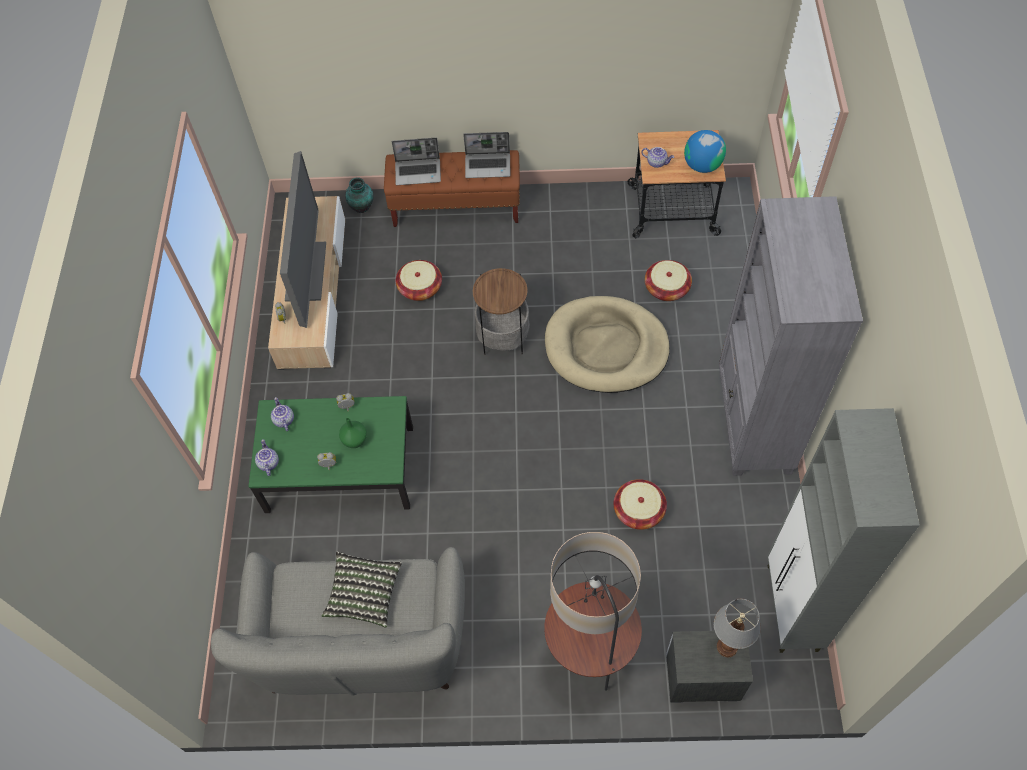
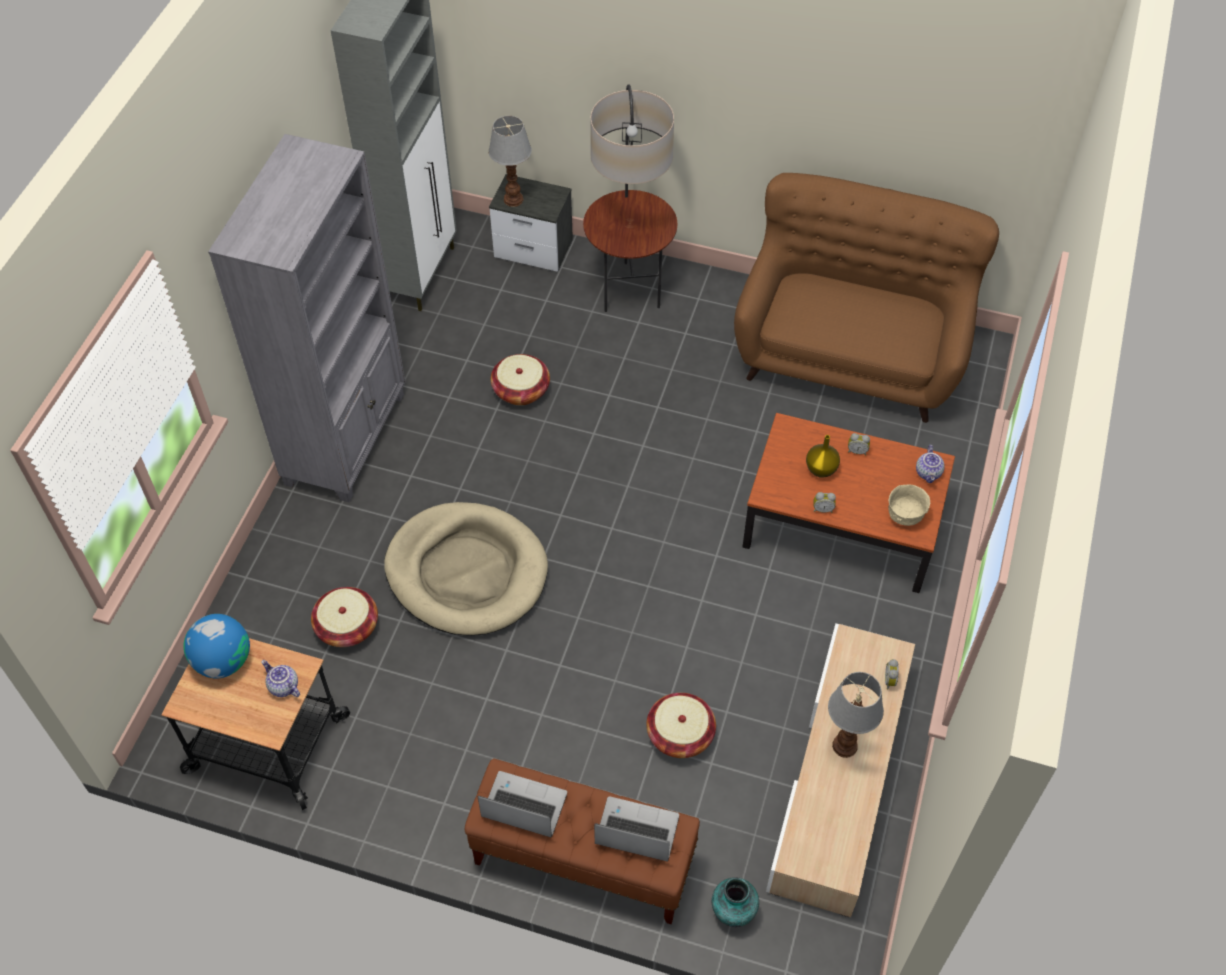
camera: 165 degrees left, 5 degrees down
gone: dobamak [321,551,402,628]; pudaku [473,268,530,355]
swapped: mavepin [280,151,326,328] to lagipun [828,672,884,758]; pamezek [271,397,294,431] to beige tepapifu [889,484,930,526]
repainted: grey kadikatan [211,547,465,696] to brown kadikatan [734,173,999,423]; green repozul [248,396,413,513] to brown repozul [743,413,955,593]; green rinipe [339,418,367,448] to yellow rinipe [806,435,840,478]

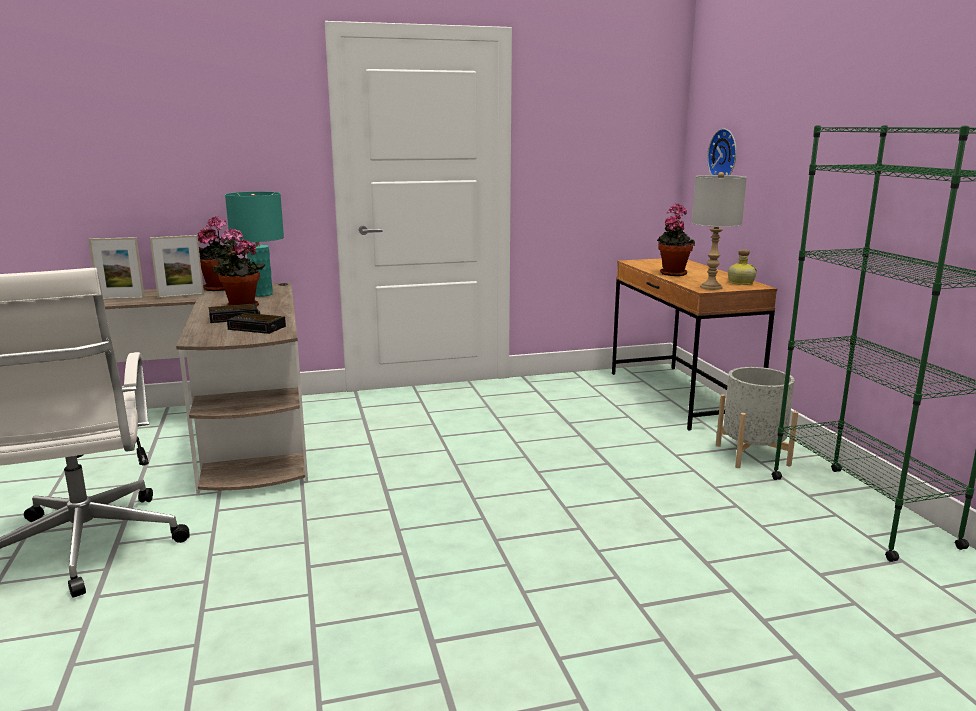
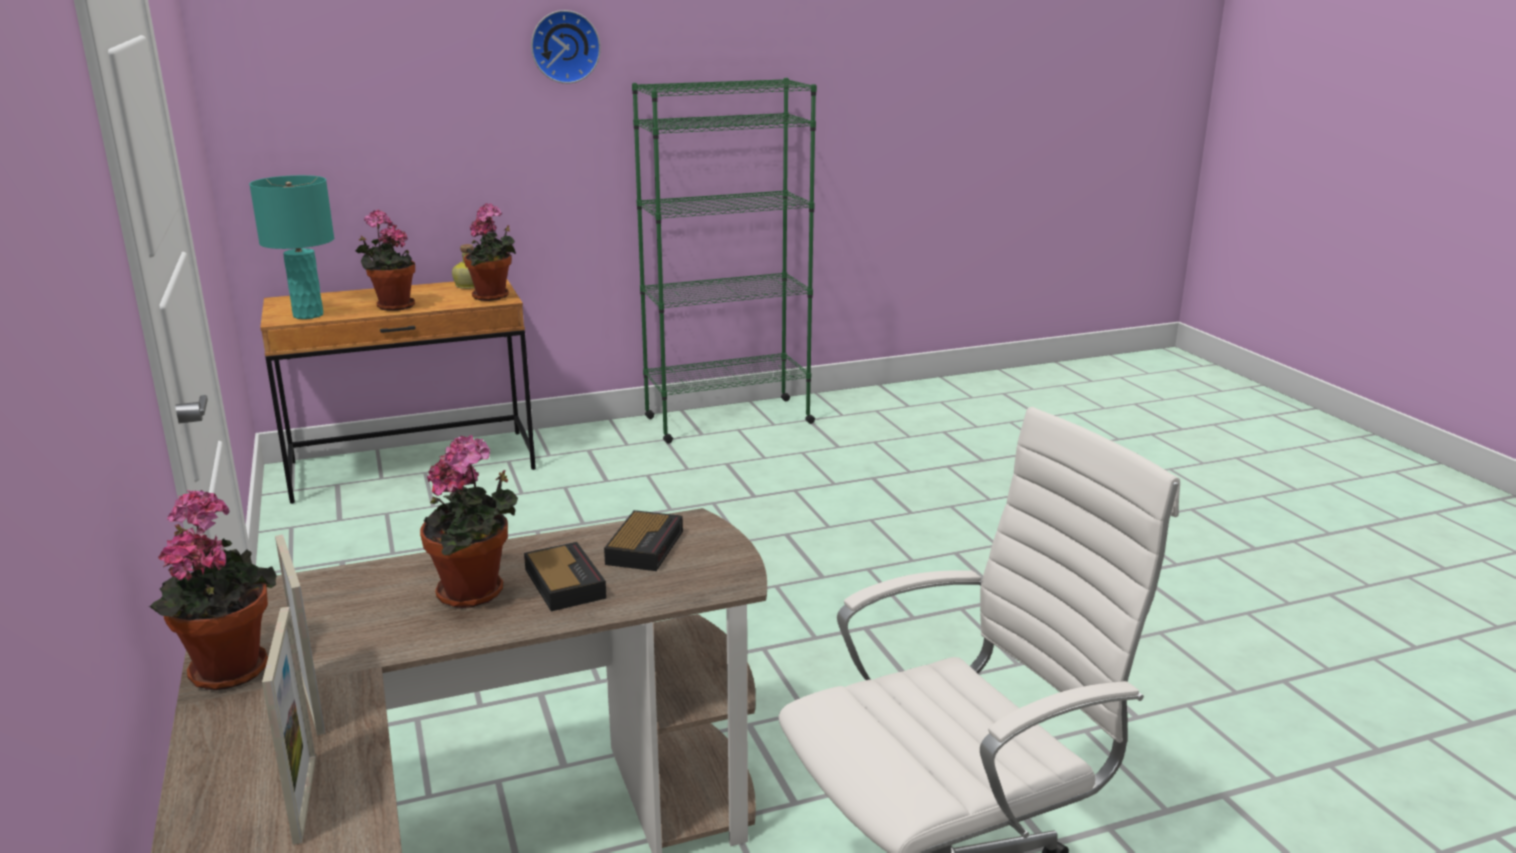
camera: 95 degrees left, 5 degrees up
gone: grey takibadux [716,367,798,468]
shifted: turquoise lagipun [225,191,284,297] to [249,175,334,319]; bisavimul [707,128,736,175] to [531,10,601,84]
swapped: grey lagipun [692,172,747,290] to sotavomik [464,203,516,301]

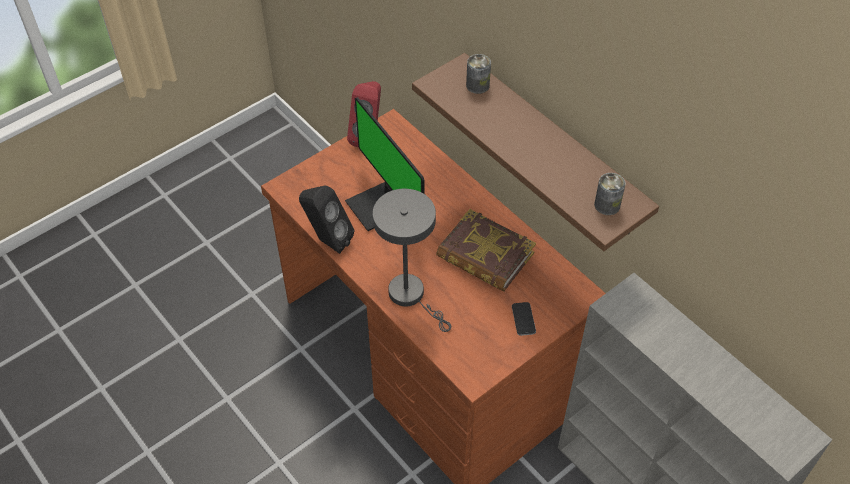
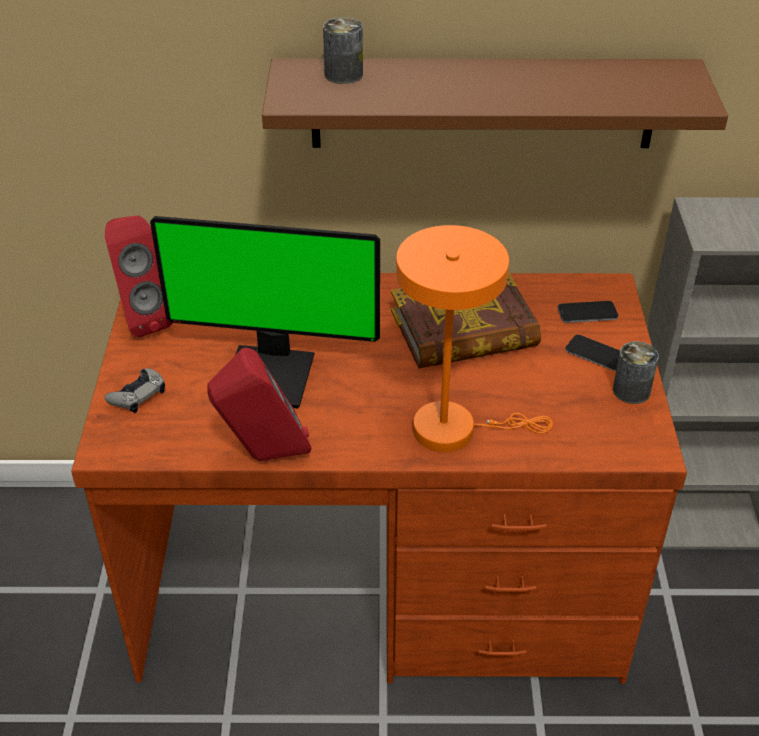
camera: 50 degrees left, 10 degrees down
new: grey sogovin [105,368,165,413]; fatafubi [558,301,618,323]
shifted: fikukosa [594,173,626,215] to [613,341,659,404]
repainted: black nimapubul [299,185,354,254] to red nimapubul [207,347,312,461]; grey lagipun [372,189,451,332] to orange lagipun [396,225,553,452]

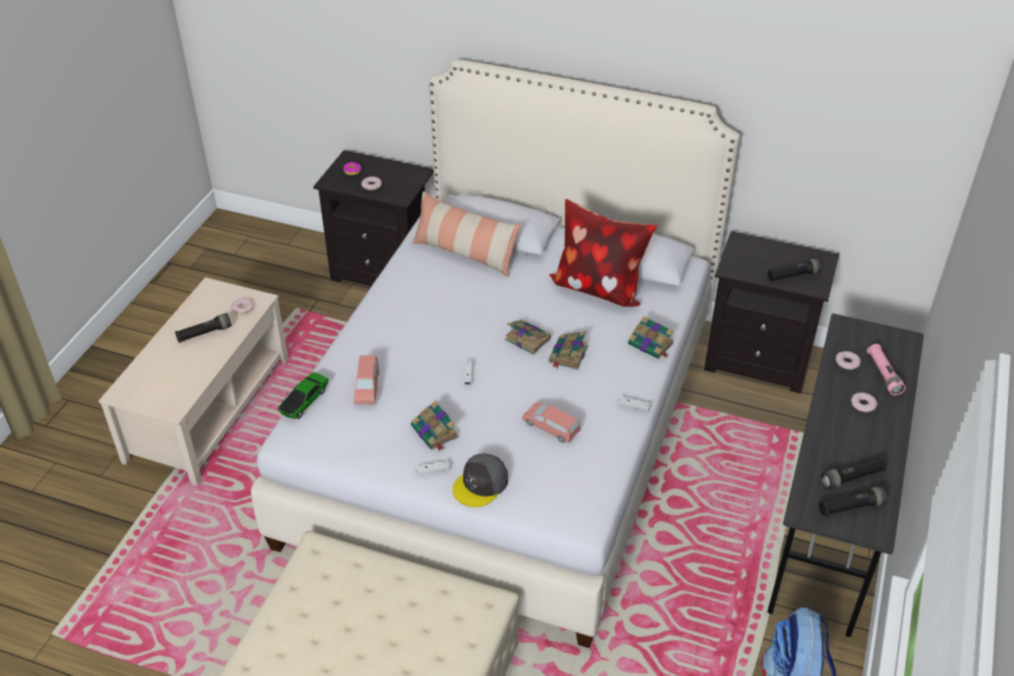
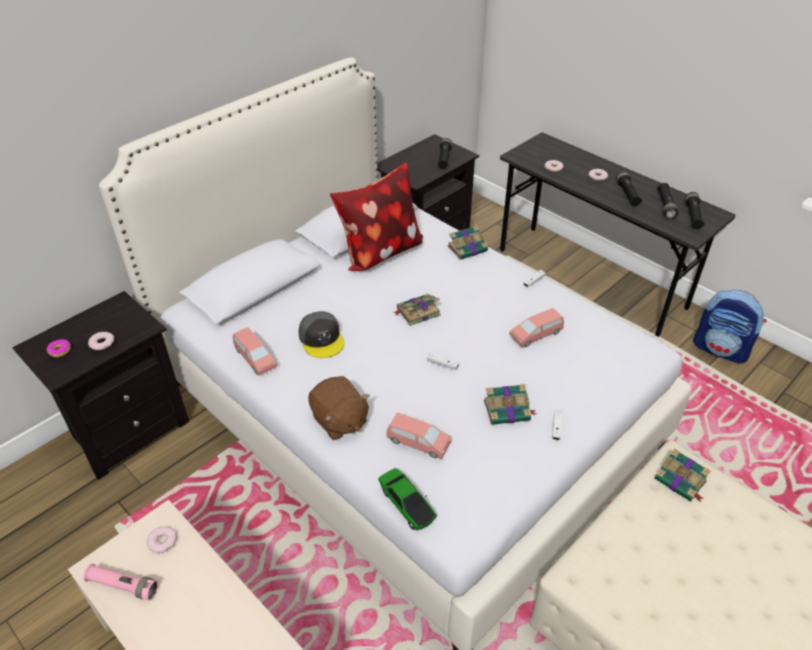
camera: 65 degrees left, 0 degrees up
gone: dobamak [411,191,521,277]
new: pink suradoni [233,327,277,376]; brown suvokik [308,376,370,440]
shifted: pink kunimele [867,344,906,395] to [83,563,159,600]; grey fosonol [452,453,508,507] to [298,311,345,358]; black kunimele [175,313,232,343] to [616,171,642,206]; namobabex [549,331,588,370] to [655,449,711,502]

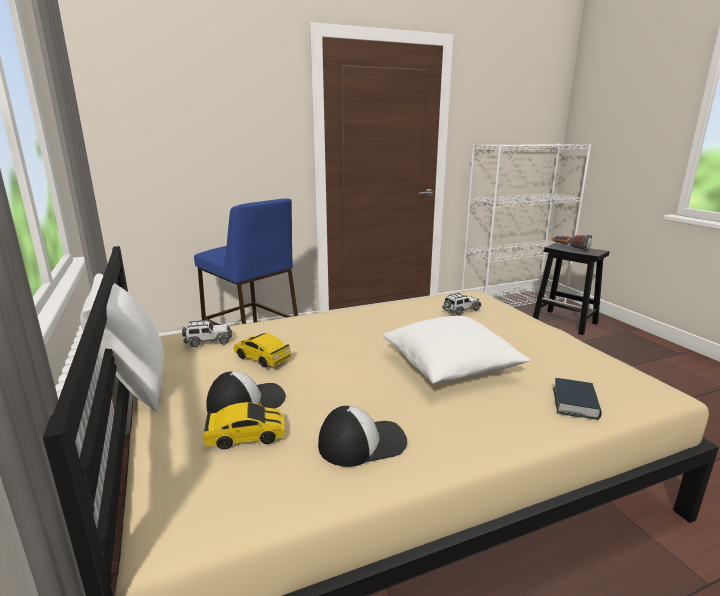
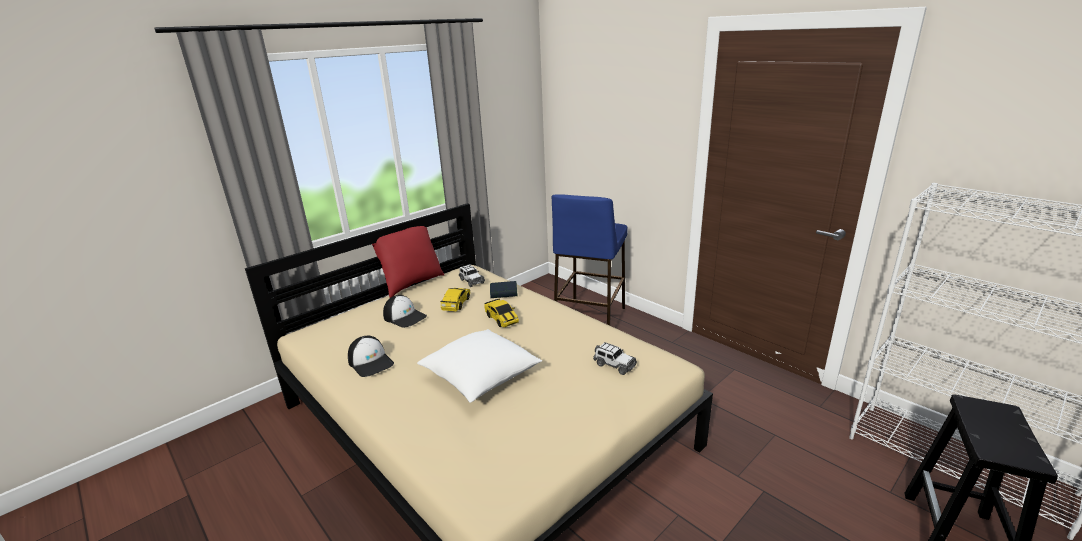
camera: 70 degrees right, 5 degrees up
gone: kunimele [552,235,592,252]
shifted: suradoni [203,402,285,450] to [484,299,519,328]; namobabex [553,378,602,420] to [490,281,518,298]
repainted: white dobamak [80,273,164,411] to red dobamak [372,226,444,298]

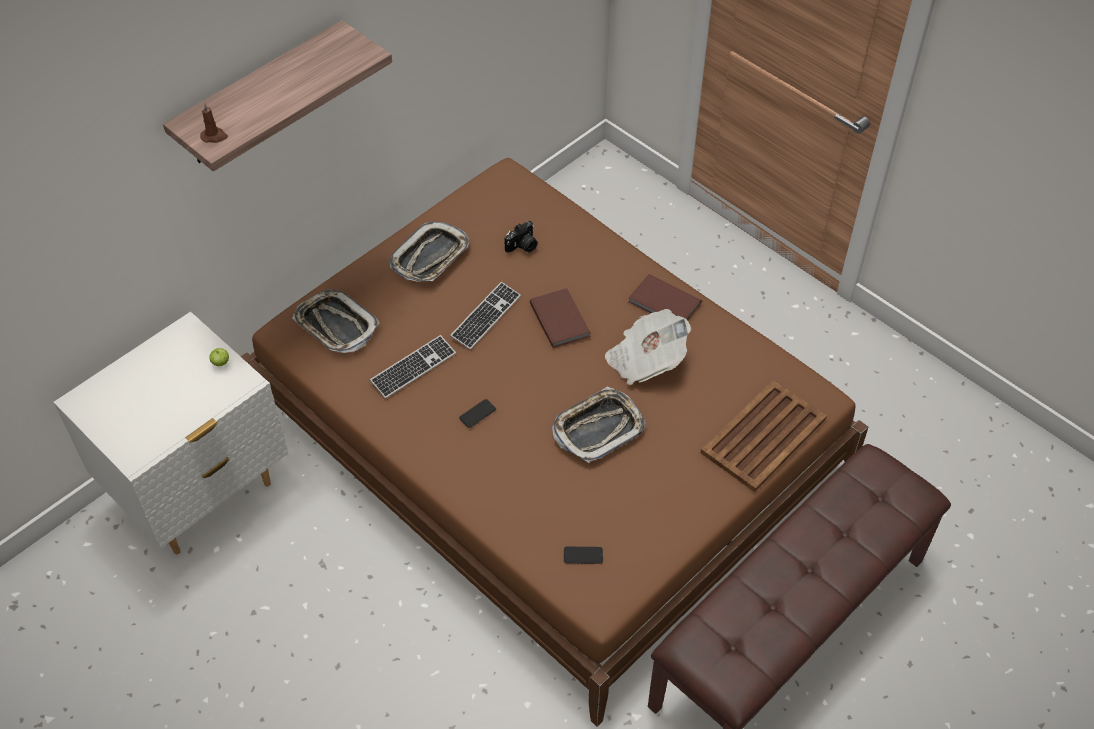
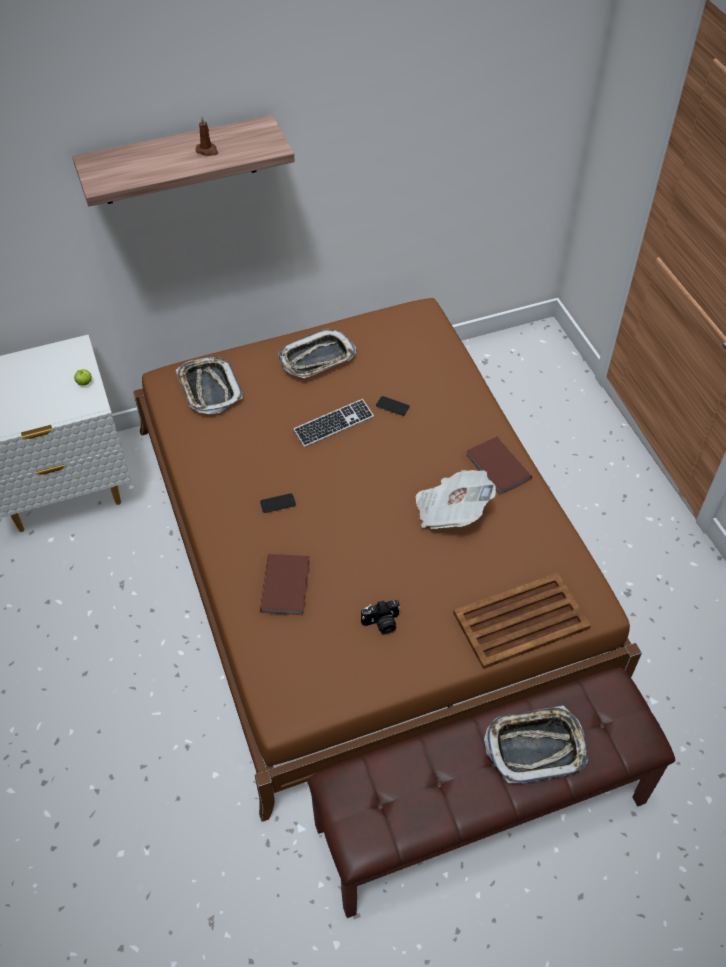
camera: 25 degrees right, 0 degrees up
gone: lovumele [370,335,456,399]
shifted: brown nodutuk [200,103,228,143] to [196,117,218,156]; brown namobabex [530,288,590,348] to [260,554,310,615]; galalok [504,221,538,253] to [361,600,400,635]; fatafubi [564,547,603,564] to [376,396,409,416]; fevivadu [552,387,646,463] to [484,706,588,783]

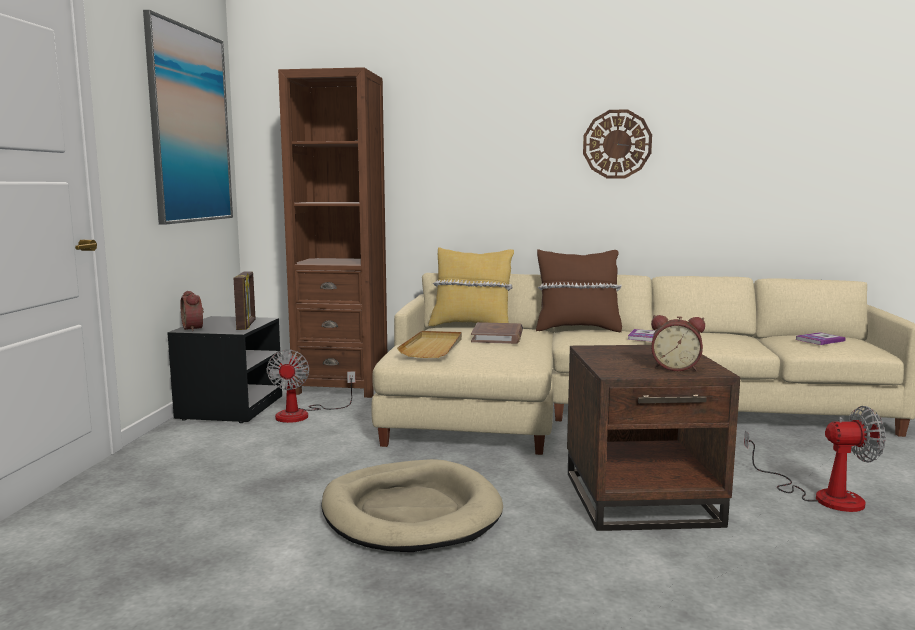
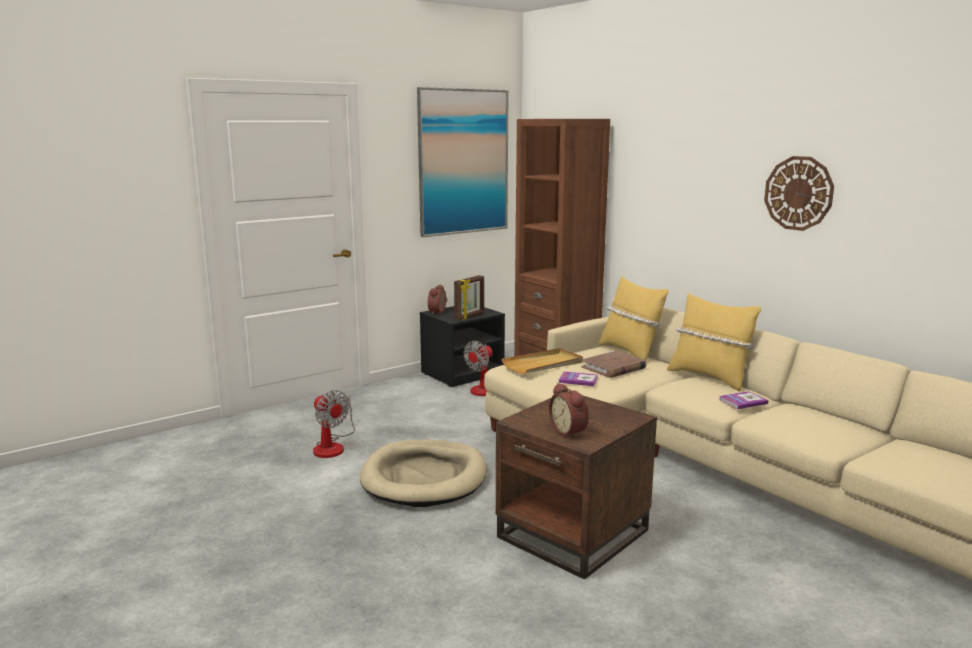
camera: 45 degrees right, 5 degrees up
shifted: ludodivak [744,406,886,512] to [313,390,355,458]; namobabex [795,332,846,345] to [559,371,598,386]
repainted: brown dobamak [536,249,622,332] to yellow dobamak [667,293,761,391]

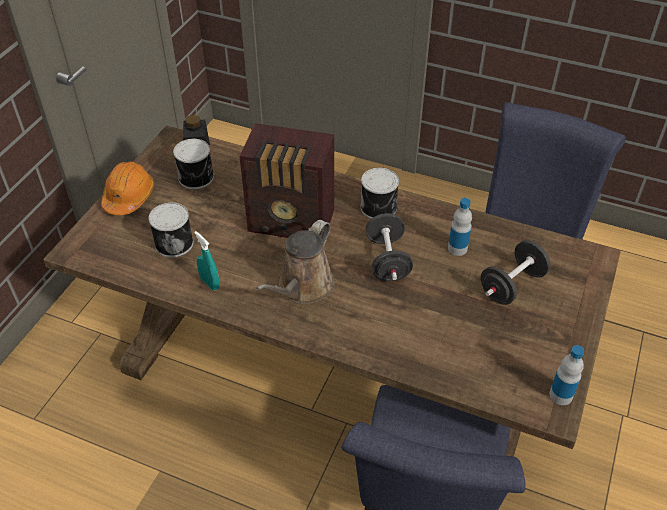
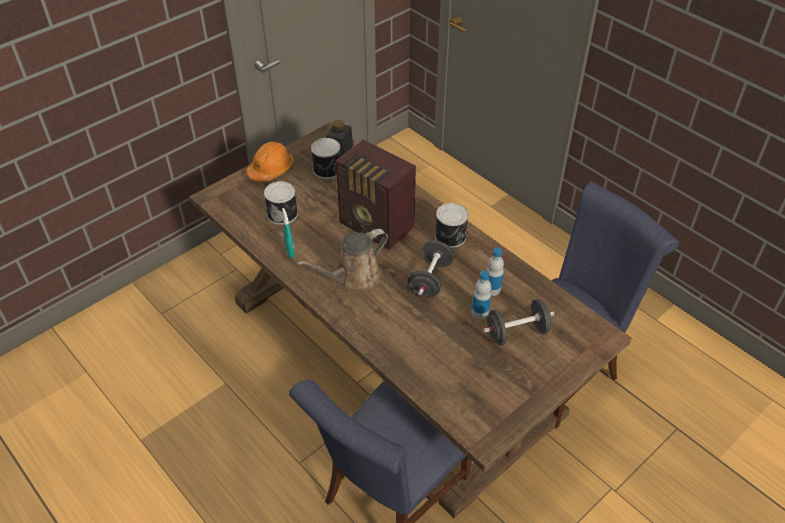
camera: 25 degrees right, 0 degrees up
shifted: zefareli [549,345,584,405] to [472,271,491,319]

